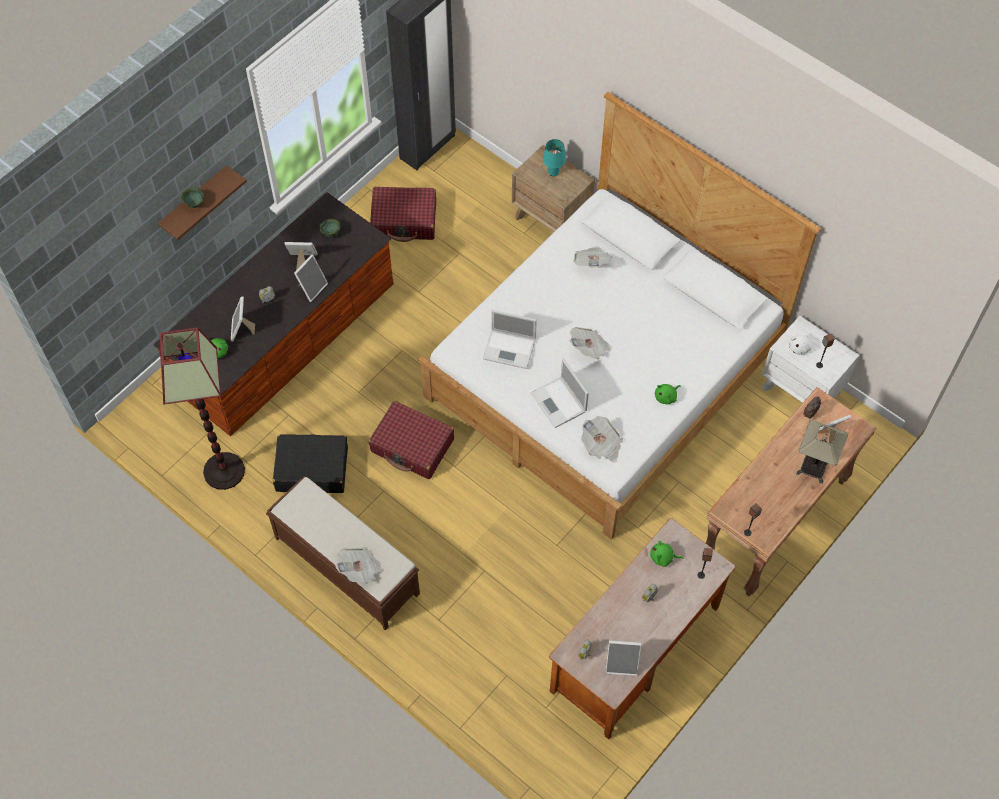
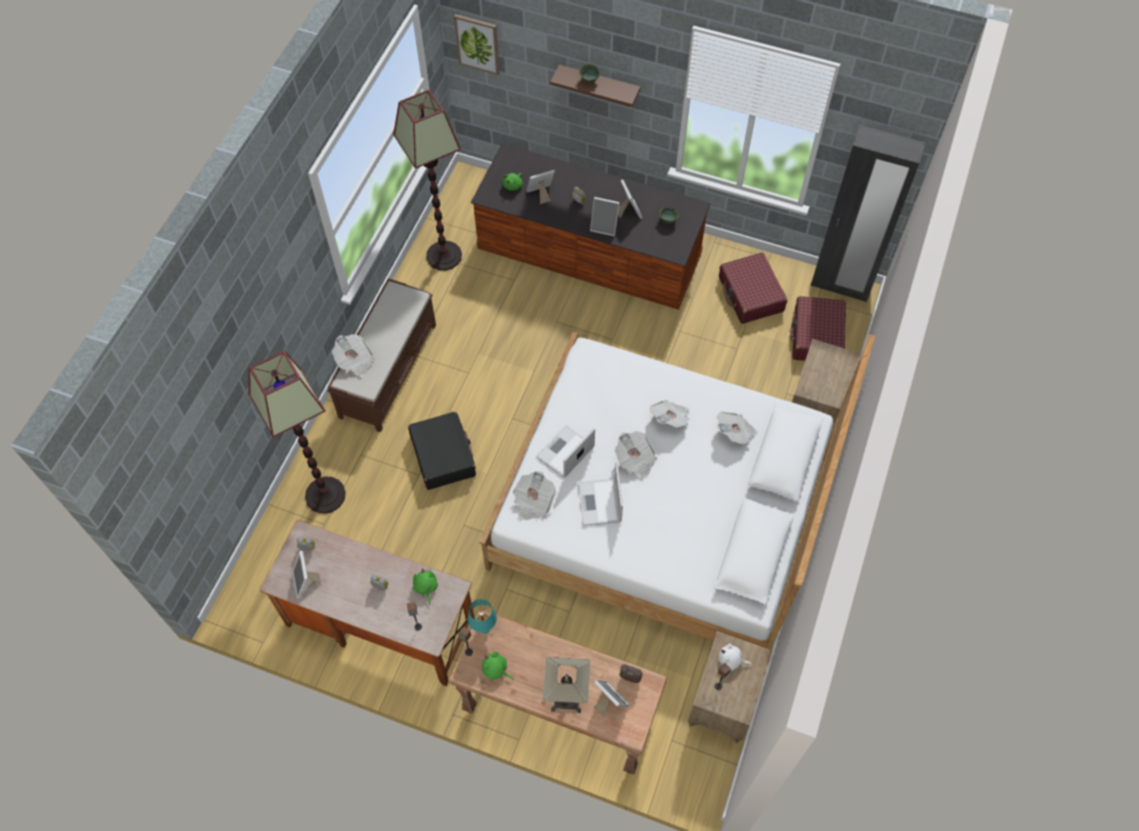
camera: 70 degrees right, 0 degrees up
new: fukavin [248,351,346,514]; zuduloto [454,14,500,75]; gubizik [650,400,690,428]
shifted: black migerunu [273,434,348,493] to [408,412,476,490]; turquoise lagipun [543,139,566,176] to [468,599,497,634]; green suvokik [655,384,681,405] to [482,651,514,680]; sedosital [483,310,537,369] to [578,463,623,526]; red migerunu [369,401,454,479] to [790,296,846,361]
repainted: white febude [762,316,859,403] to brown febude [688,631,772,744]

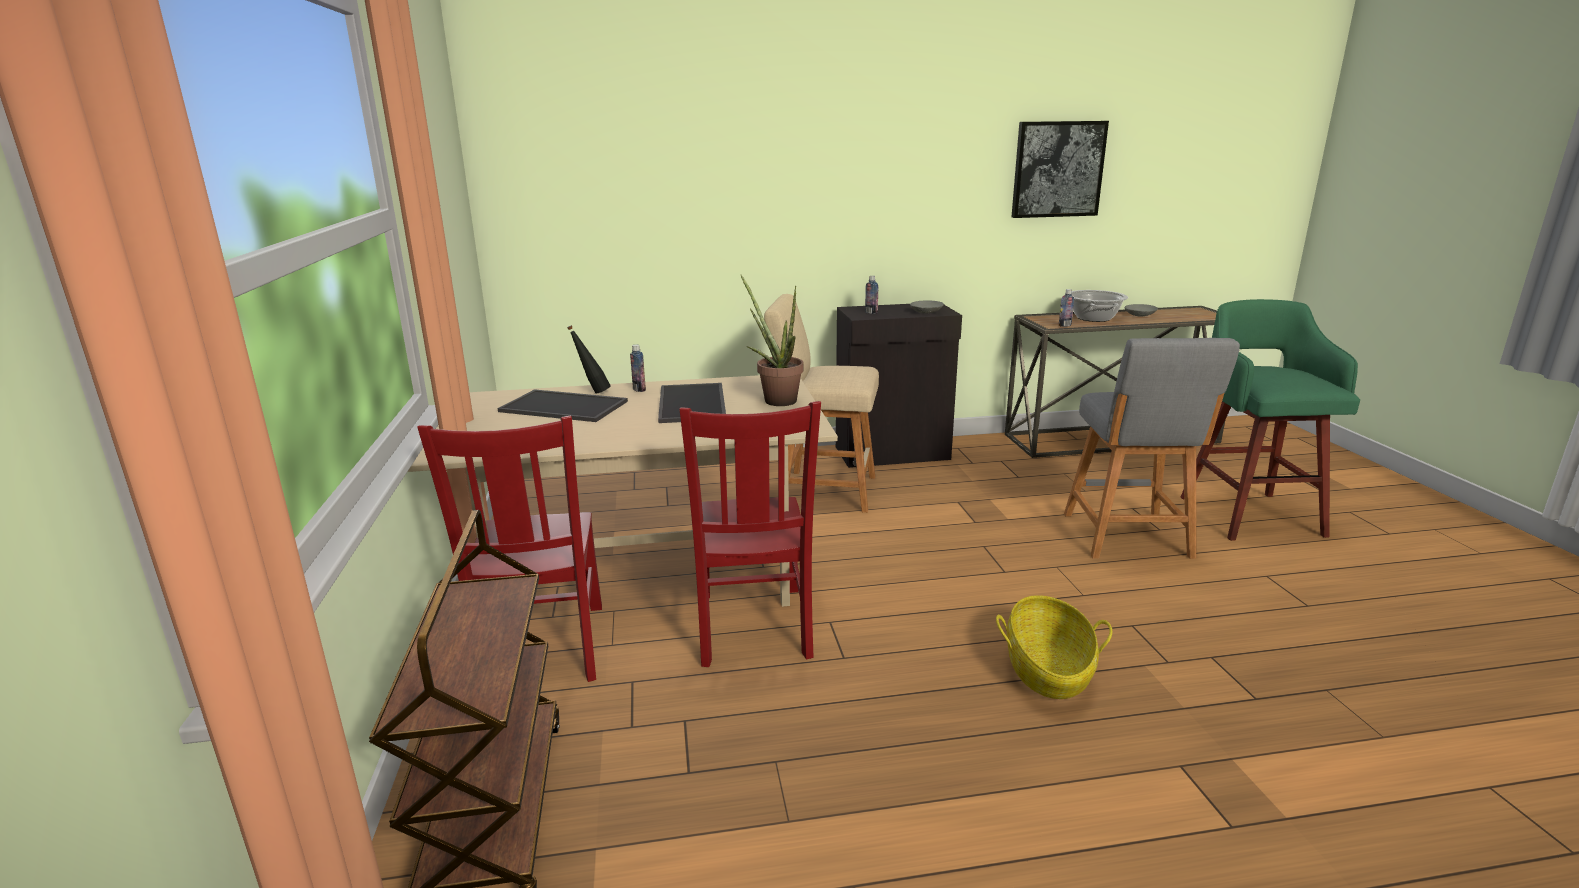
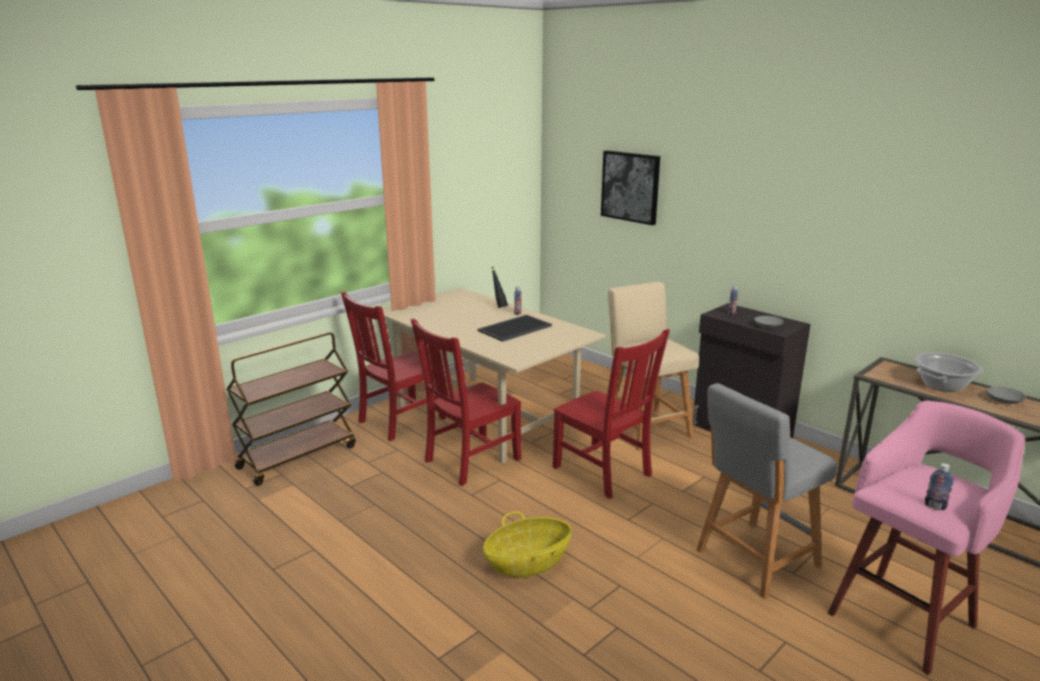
camera: 55 degrees right, 0 degrees up
gone: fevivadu [497,389,628,422]; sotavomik [741,275,804,406]
new: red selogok [553,329,670,499]
shifted: zuduloto [1012,121,1109,218] to [601,150,660,225]; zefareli [1059,289,1074,327] to [925,463,954,510]
repainted: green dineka [1181,299,1360,541] to pink dineka [828,401,1025,675]

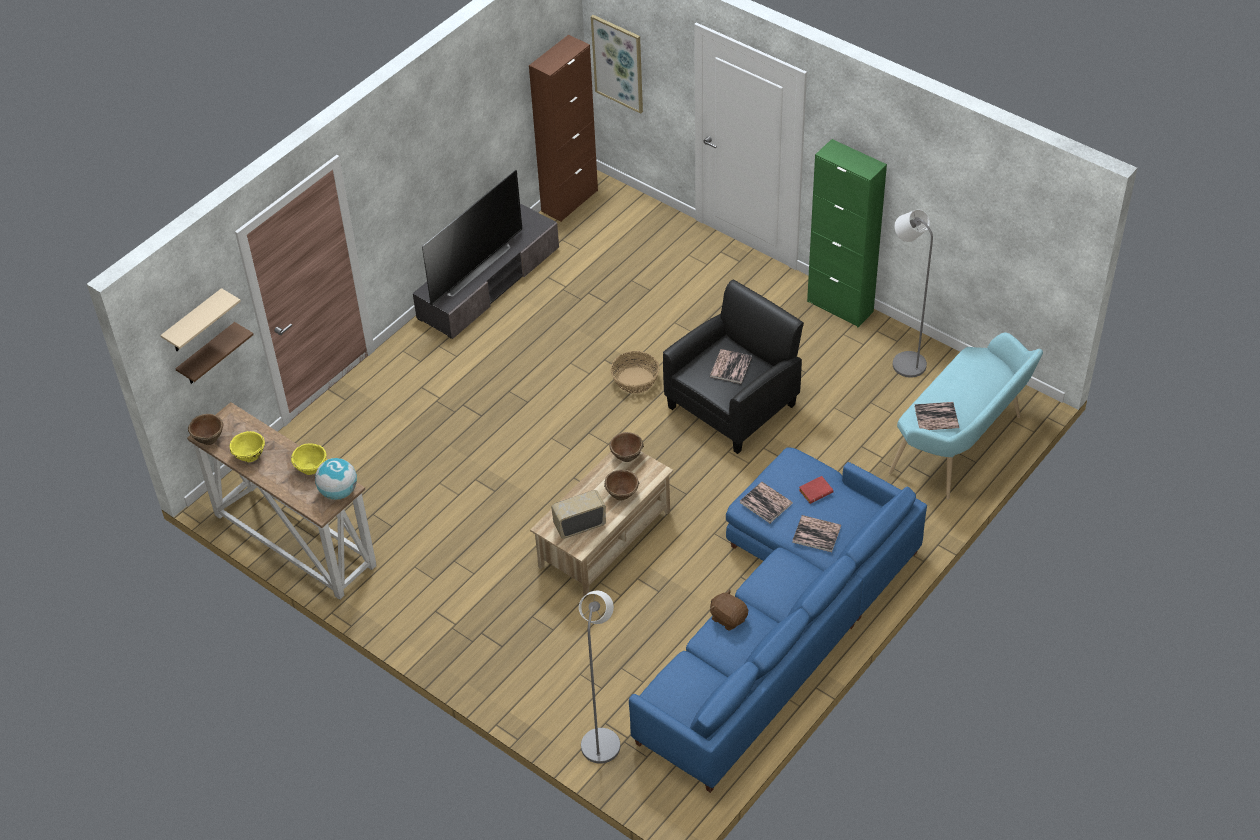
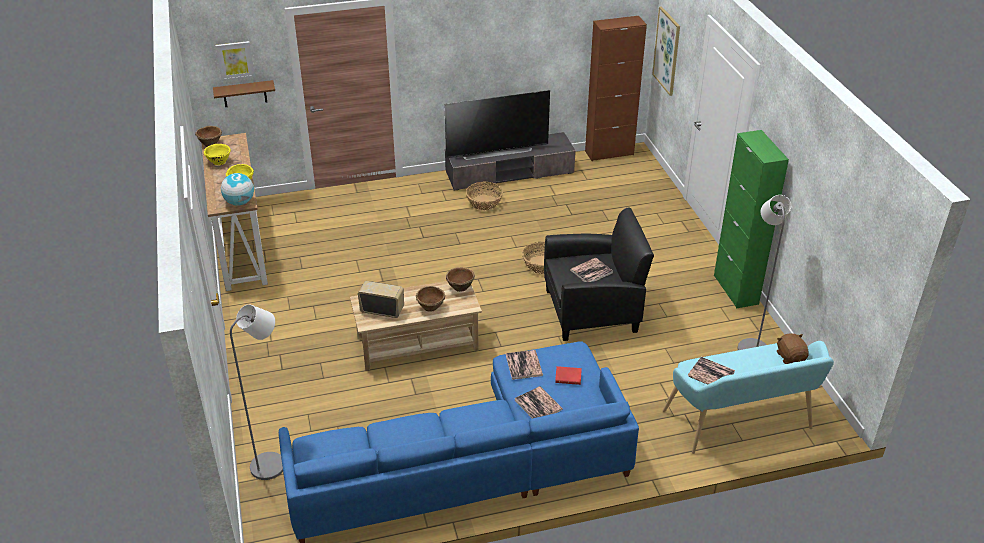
camera: 35 degrees right, 10 degrees down
new: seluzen [466,182,503,210]
shifted: brown suvokik [710,589,748,631] to [777,333,809,364]
swapped: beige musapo [160,288,241,351] to zuduloto [215,41,255,81]

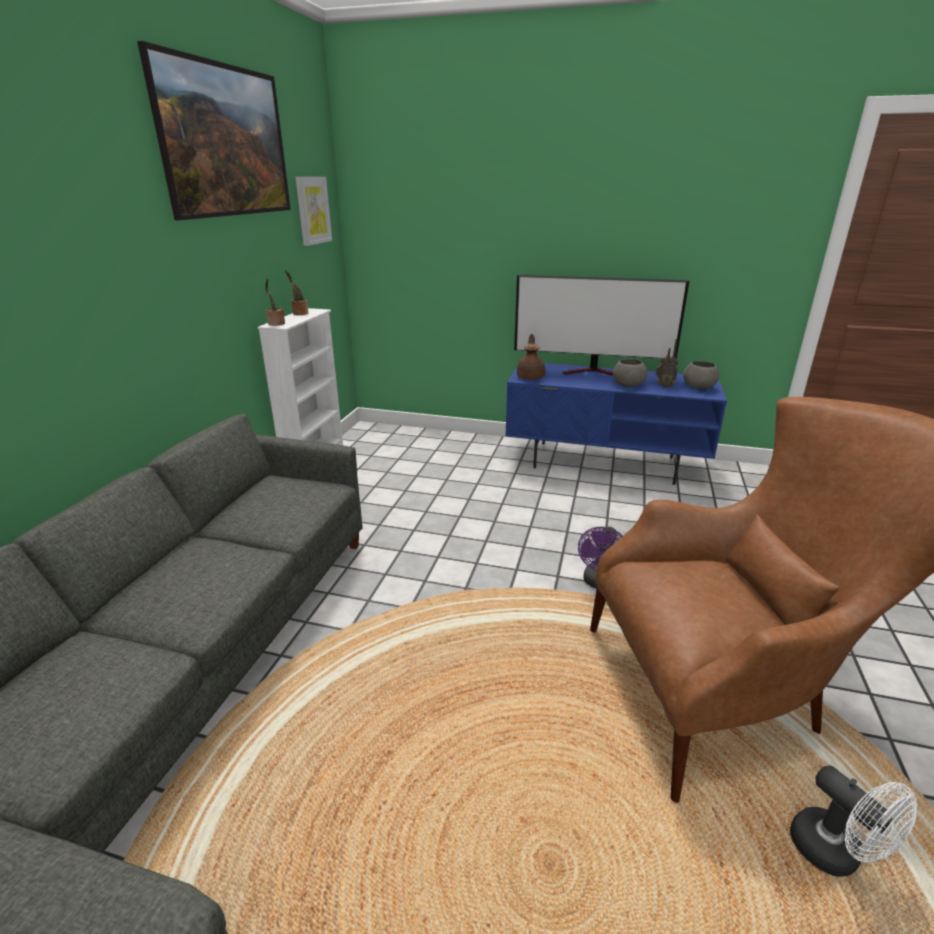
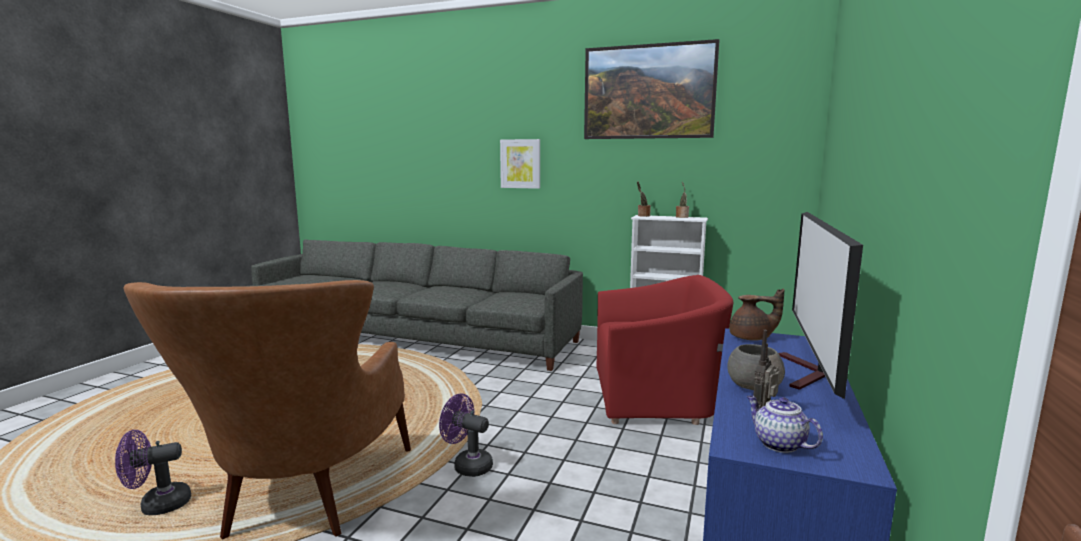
camera: 95 degrees right, 15 degrees down
new: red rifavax [597,275,733,425]
shifted: zuduloto [295,177,332,246] to [500,139,540,189]
swapped: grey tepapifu [683,361,719,389] to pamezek [747,395,823,453]
repainted: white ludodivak [790,765,917,877] to purple ludodivak [115,430,191,515]

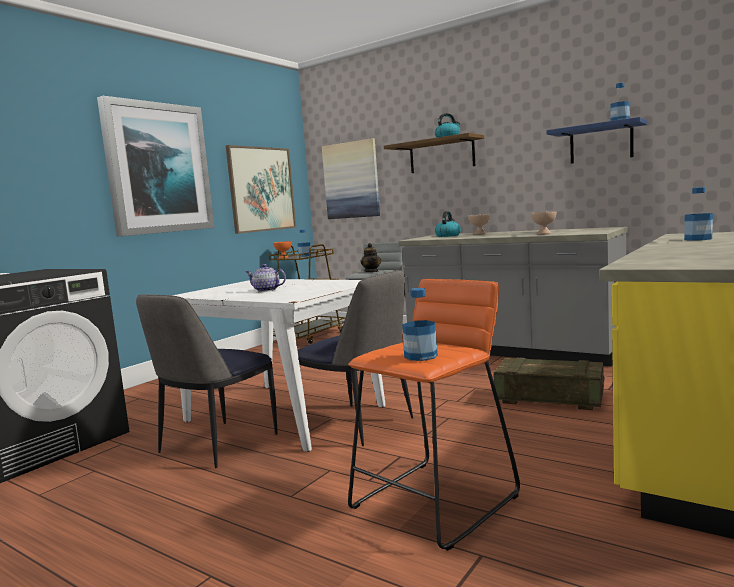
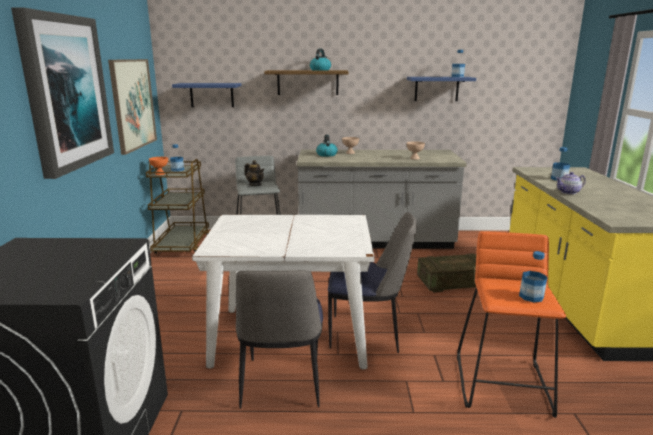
camera: 35 degrees left, 10 degrees up
shifted: pamezek [245,264,286,292] to [556,172,586,194]
swapped: zuduloto [322,138,380,219] to blue musapo [172,83,242,107]

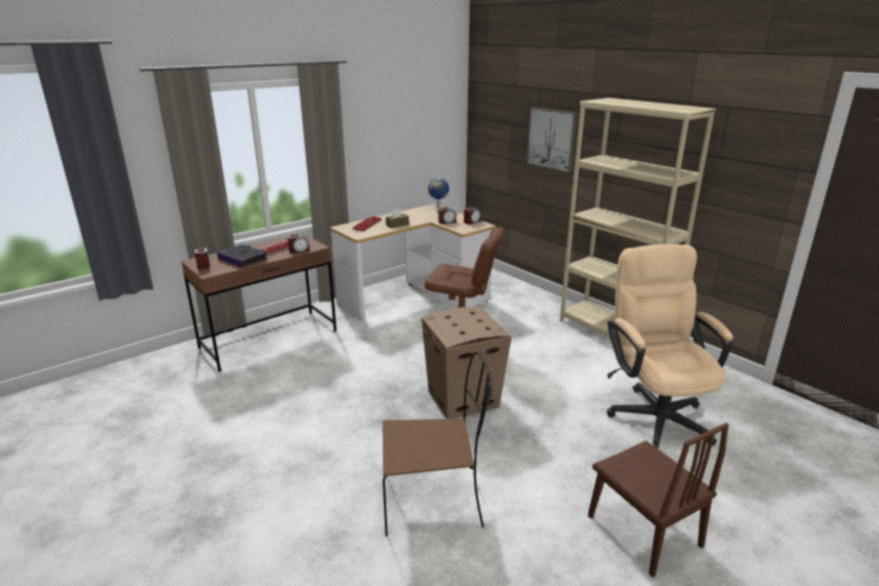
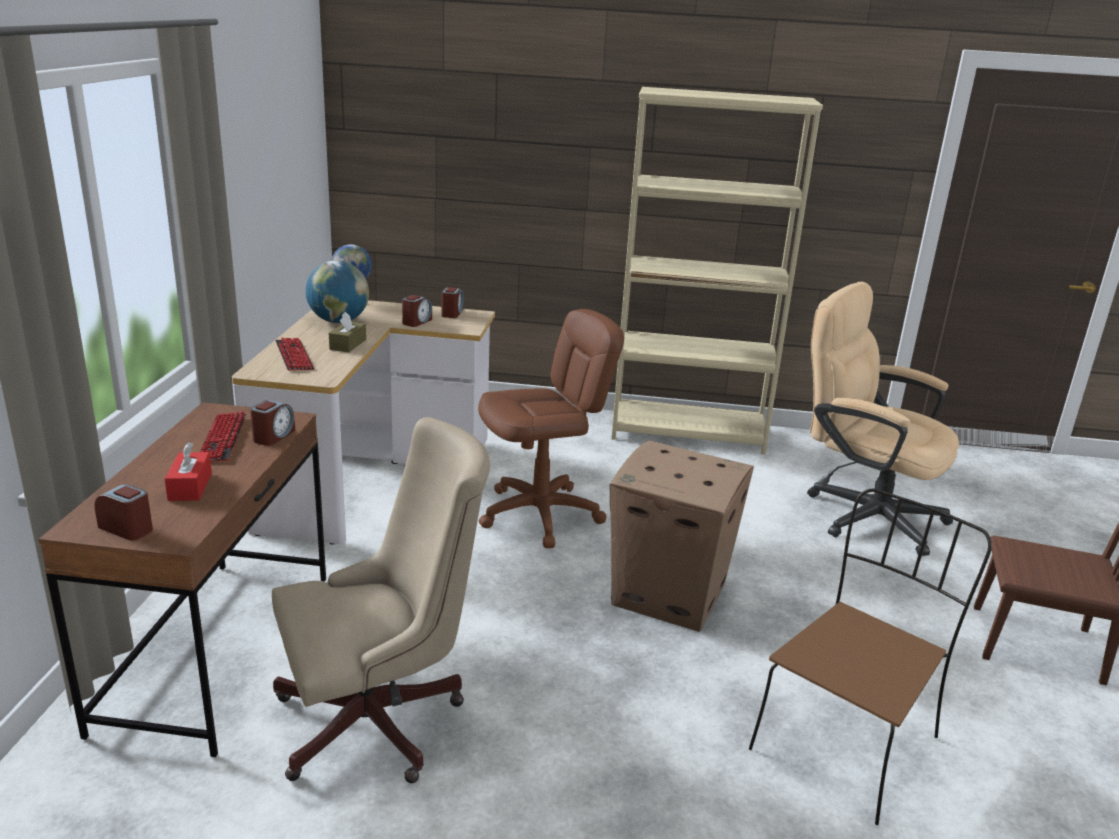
camera: 45 degrees left, 0 degrees up
gone: zuduloto [526,107,577,173]
new: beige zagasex [272,417,490,783]; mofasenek [306,260,369,323]
swapped: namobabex [217,244,268,268] to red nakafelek [164,442,212,501]

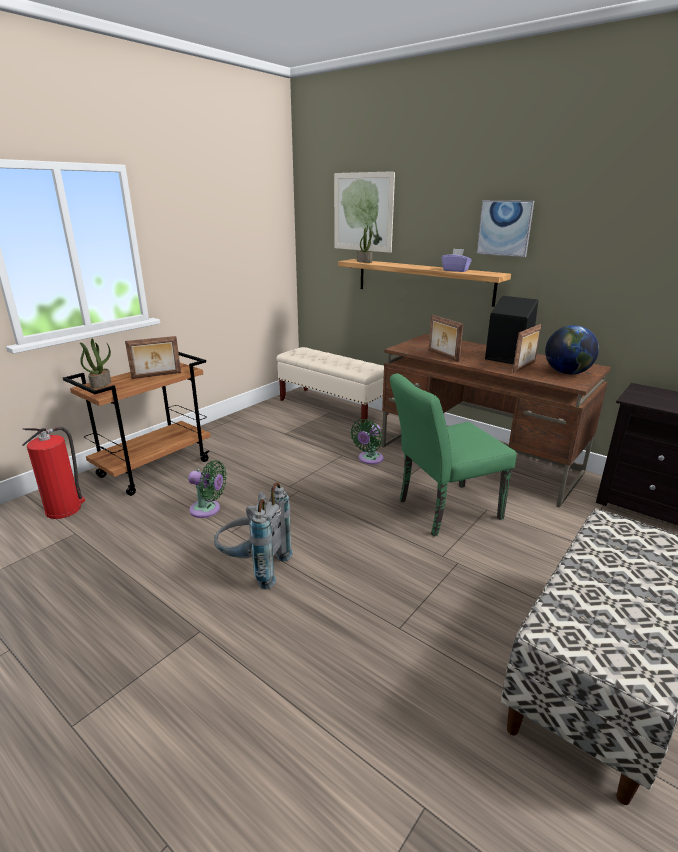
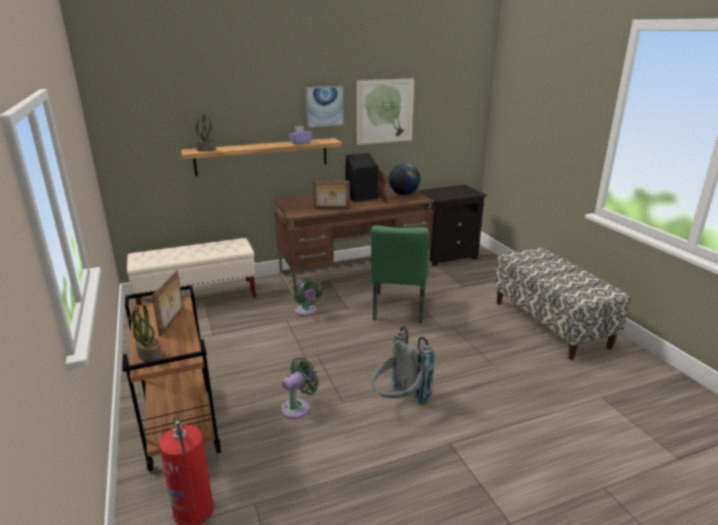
camera: 60 degrees left, 0 degrees up
shifted: zuduloto [334,171,395,253] to [357,78,414,145]

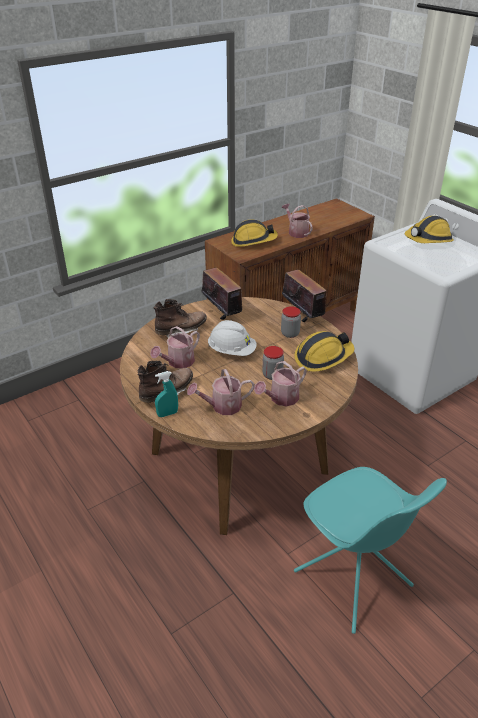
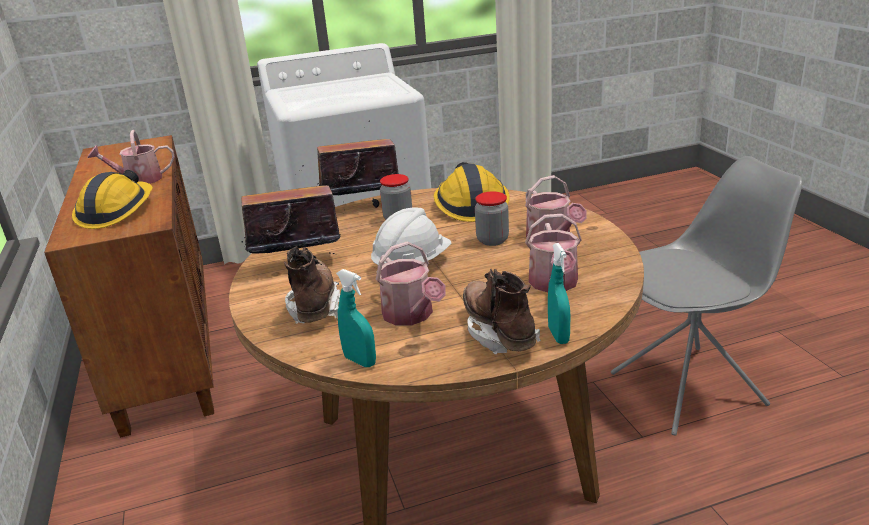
camera: 70 degrees left, 10 degrees down
gone: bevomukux [405,216,454,243]
new: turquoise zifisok [336,269,376,367]
repainted: turquoise selogok [294,467,447,634] to grey selogok [611,156,803,436]

